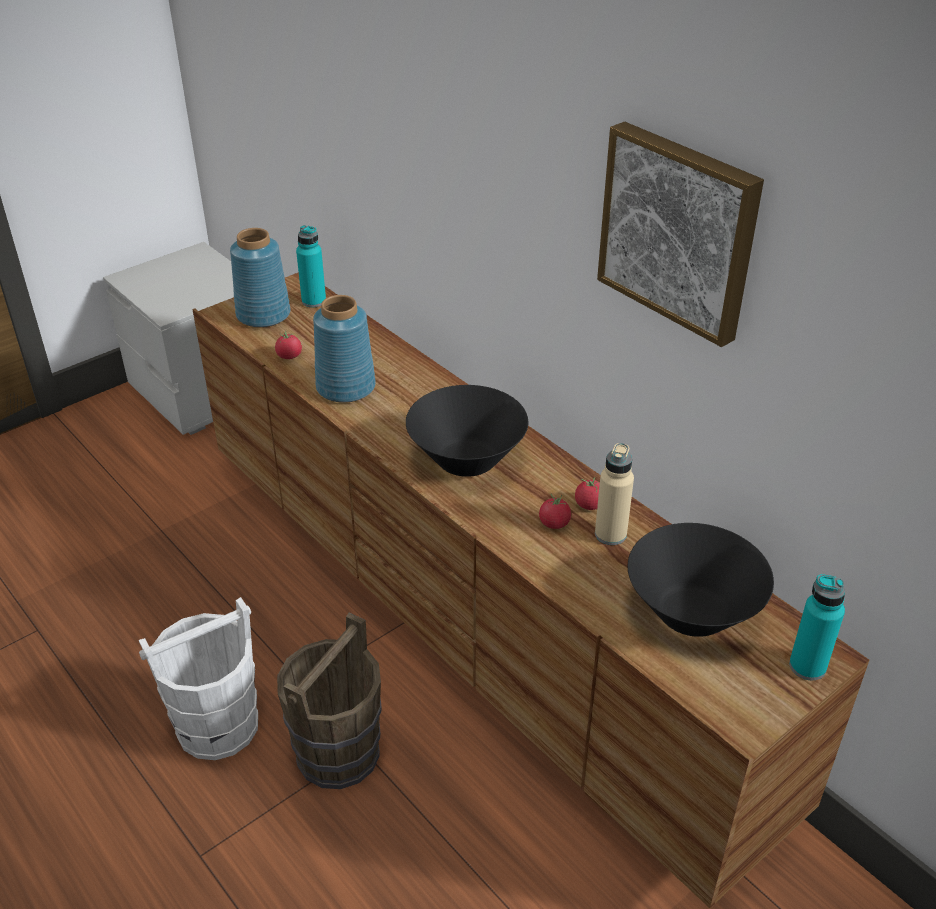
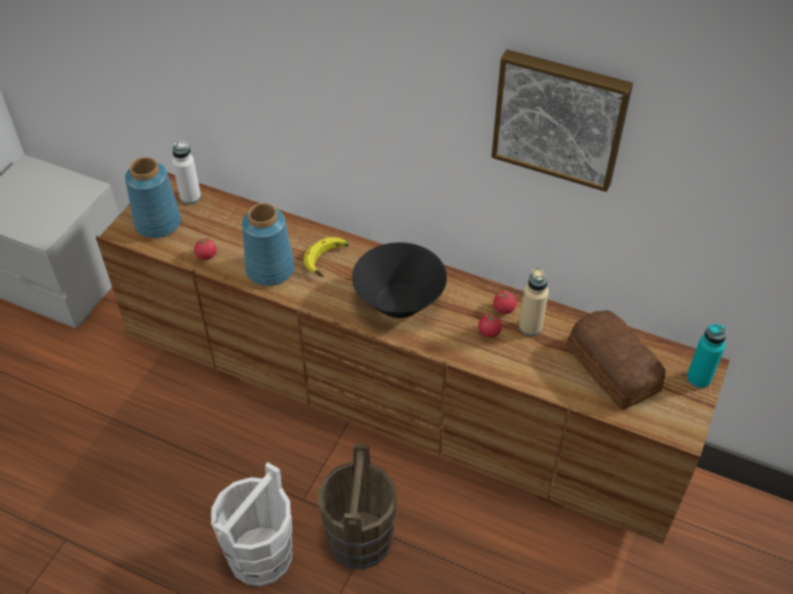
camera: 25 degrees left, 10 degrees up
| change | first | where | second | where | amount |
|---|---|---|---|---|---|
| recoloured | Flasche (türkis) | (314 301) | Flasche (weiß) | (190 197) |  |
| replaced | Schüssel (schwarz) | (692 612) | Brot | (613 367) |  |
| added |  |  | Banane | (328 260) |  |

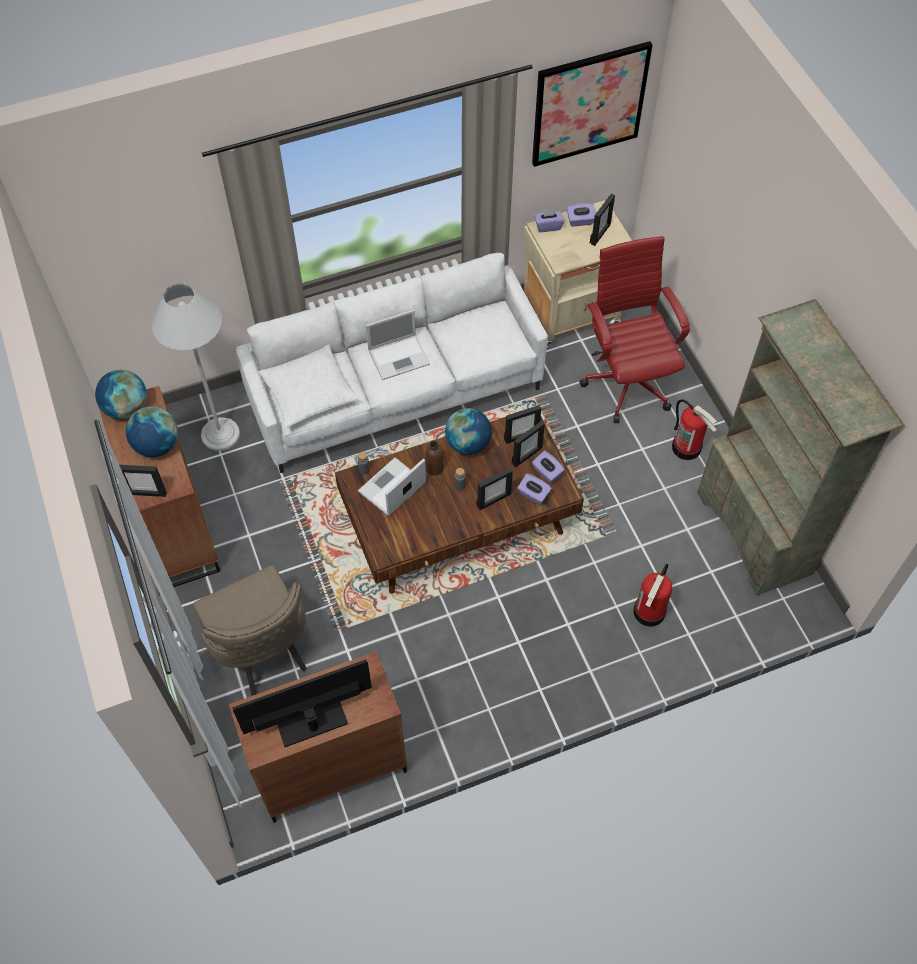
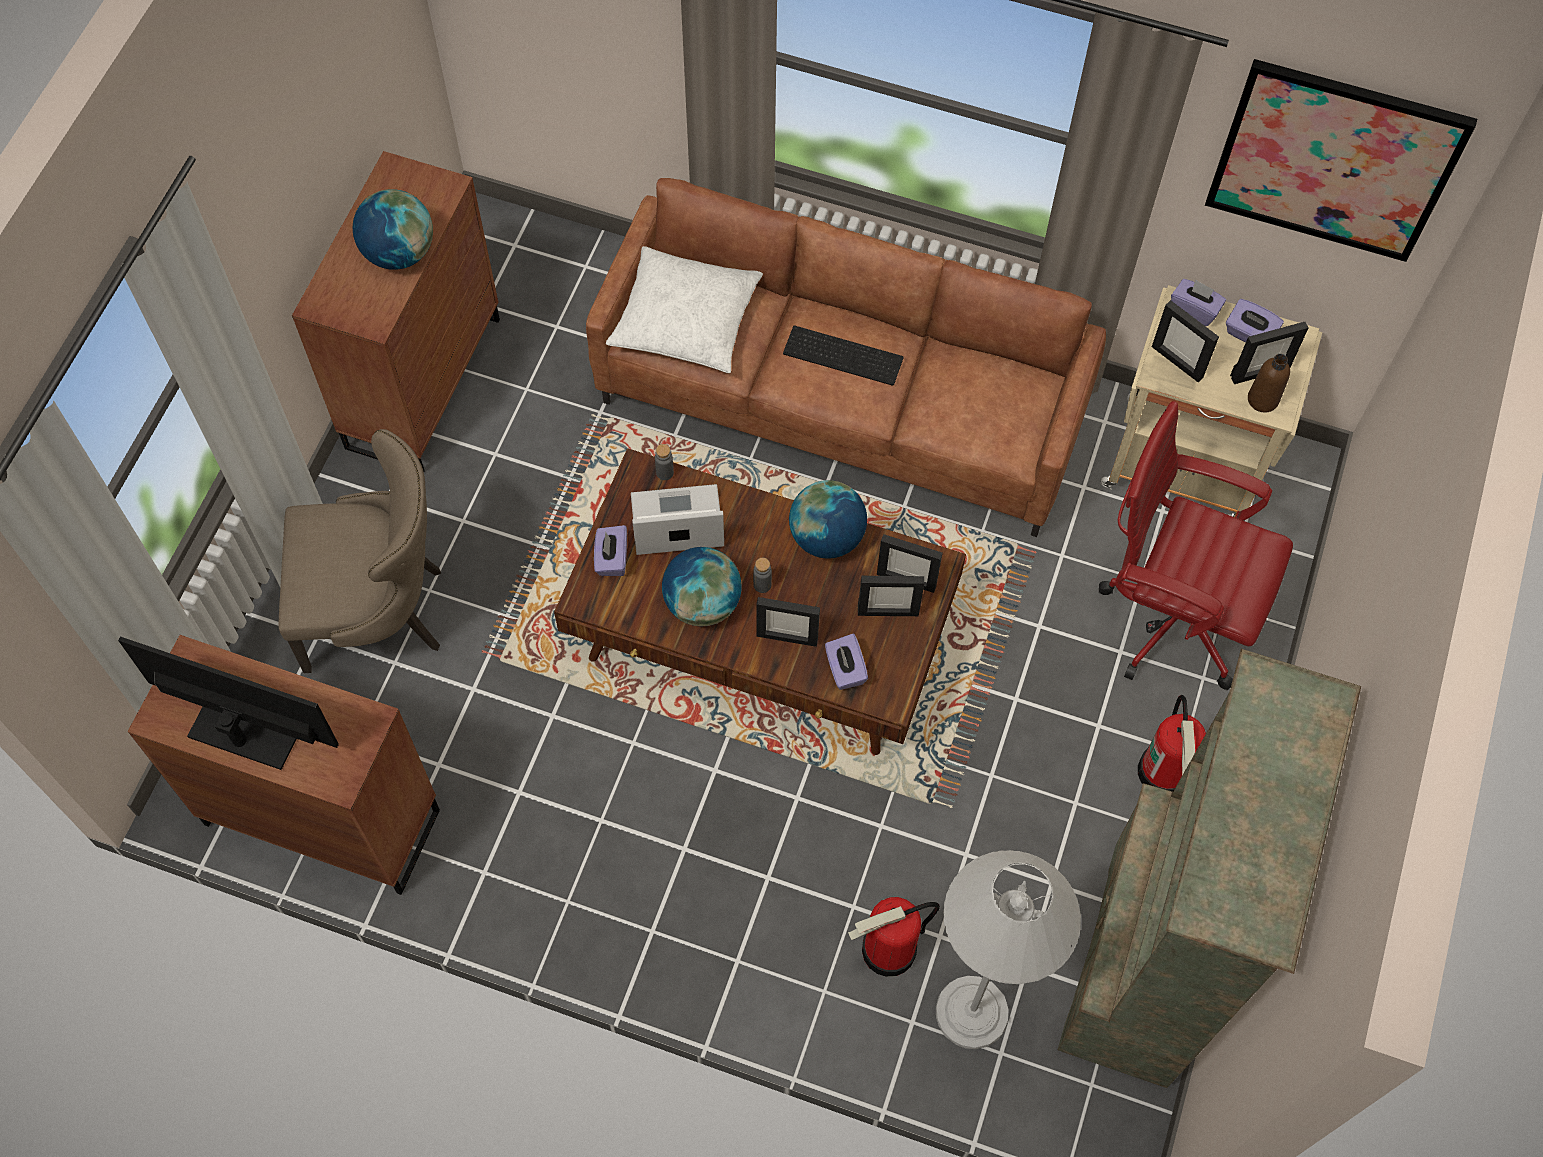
camera: 40 degrees right, 5 degrees up
| change | first | where | second | where | amount |
|---|---|---|---|---|---|
| turned | Bürostuhl (rot) | (626 382) |  | (1169 617) | 90 degrees counterclockwise |
| recoloured | Sofa (weiß) | (397 396) | Sofa (braun) | (839 410) |  |
| moved | Stehlampe (weiß) | (220 434) |  | (972 1012) |  |
| replaced | Laptop | (399 356) | Tastatur | (845 354) |  |
| moved | Globus | (127 408) |  | (702 603) |  |
| moved | Flasche (braun) | (434 468) |  | (1262 399) |  |
| moved | Taschentuchbox (lila) | (547 472) |  | (611 559) |  |
| moved | Bilderrahmen | (146 492) |  | (1178 361) |  |
| turned | Stuhl (beige) | (263 651) |  | (380 612) | 105 degrees counterclockwise |

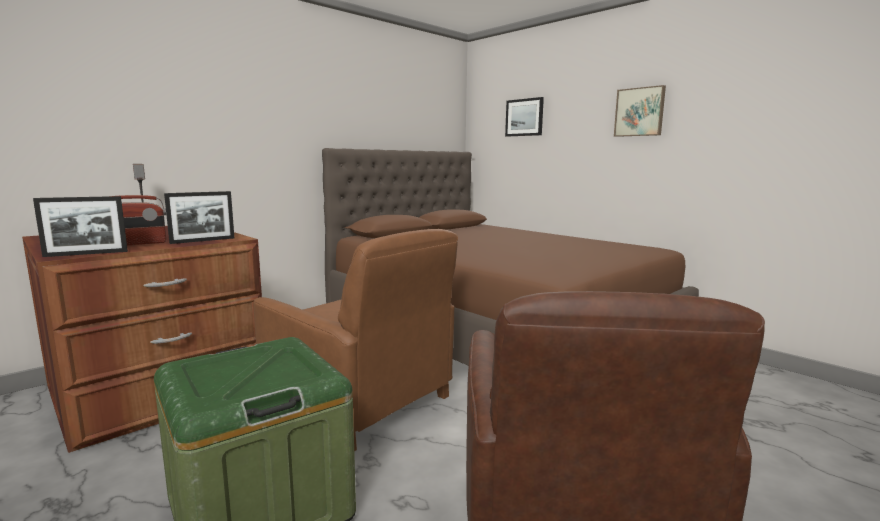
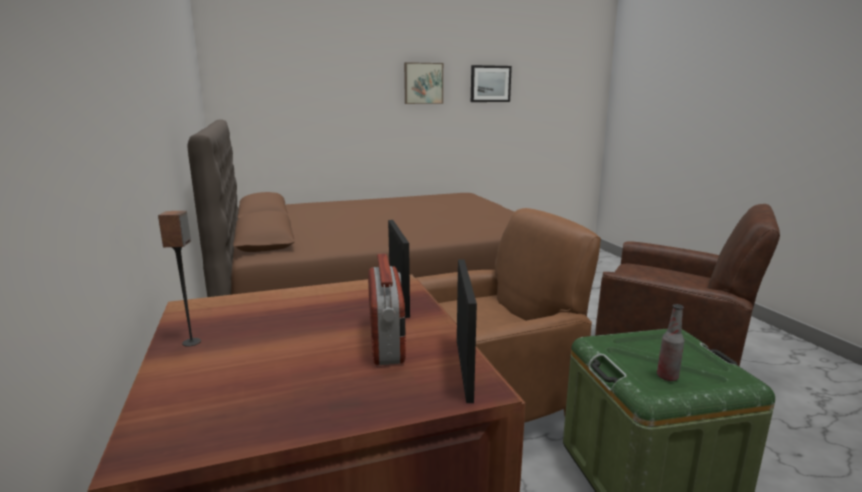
camera: 65 degrees left, 5 degrees up
| change | first | where | second | where | amount |
|---|---|---|---|---|---|
| moved | Bild | (524 117) |  | (490 84) |  |
| added |  |  | Flasche | (667 377) |  |

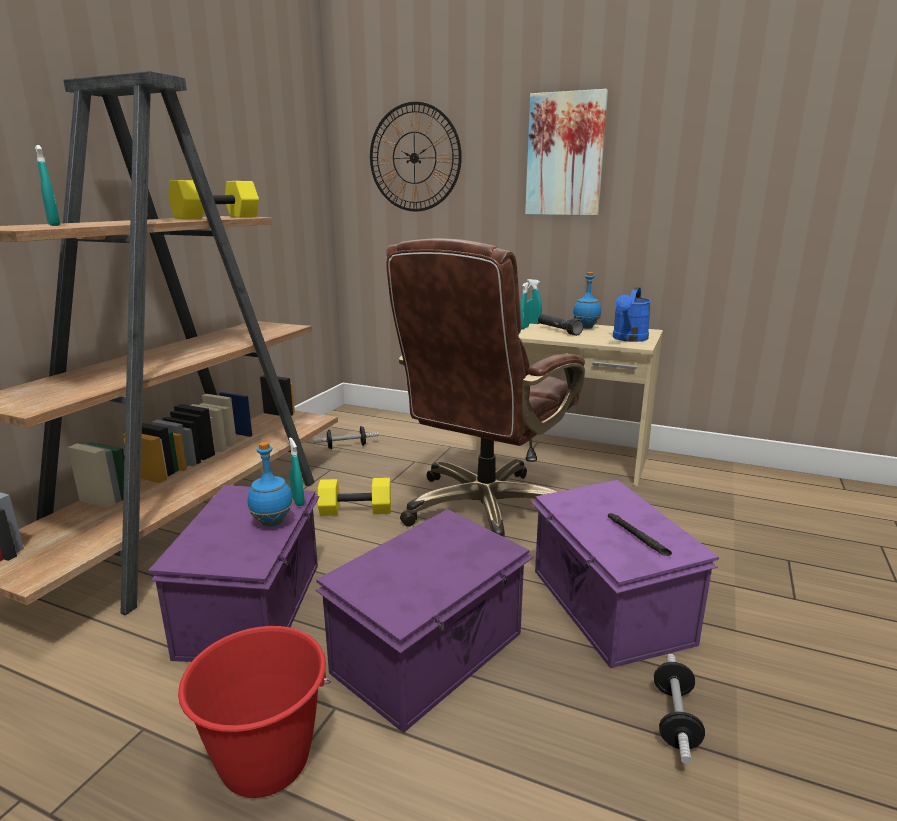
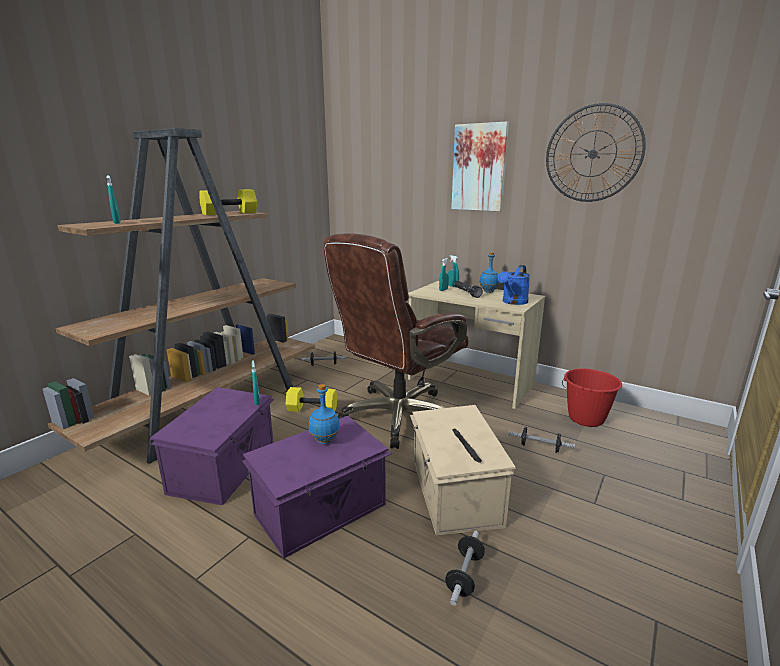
camera: 10 degrees right, 0 degrees up
| change | first | where | second | where | amount |
|---|---|---|---|---|---|
| moved | Wanduhr | (414 158) |  | (593 154) |  |
| moved | Flasche (blau) | (272 522) |  | (324 440) |  |
| recoloured | Aufbewahrungsbox (lila) | (608 606) | Aufbewahrungsbox (beige) | (453 493) |  |
| moved | Eimer (rot) | (265 762) |  | (586 419) |  |
| added |  |  | Hantel | (539 447) |  |

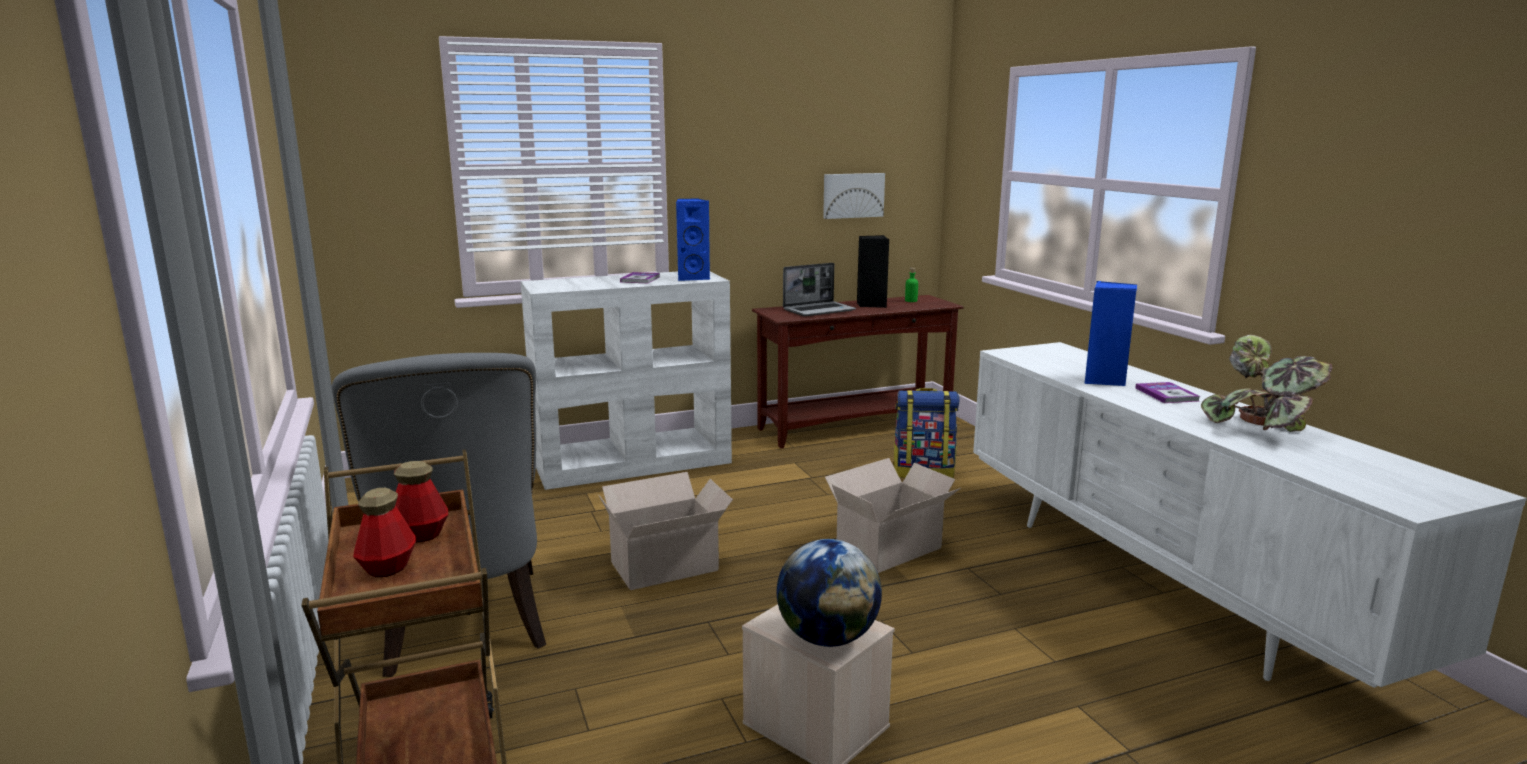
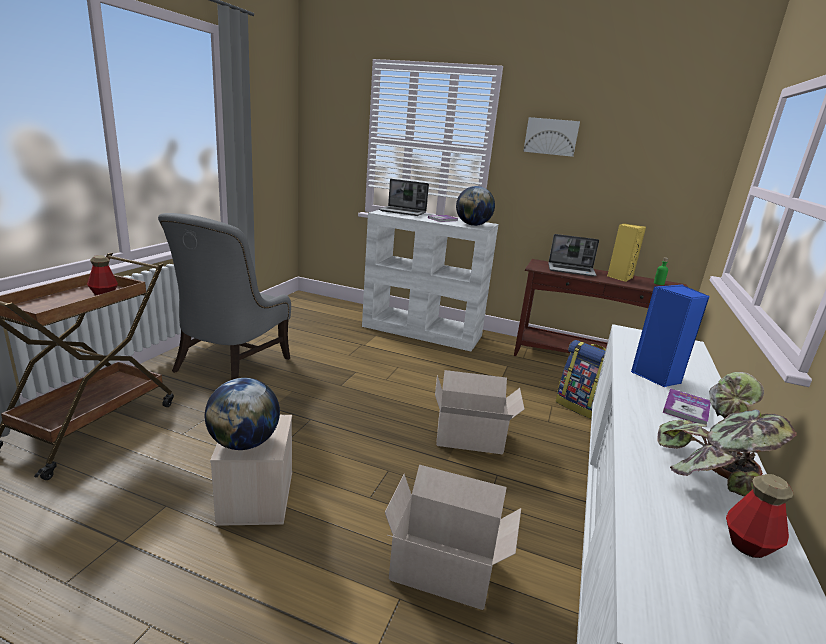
camera: 40 degrees right, 5 degrees up
| change | first | where | second | where | amount |
|---|---|---|---|---|---|
| moved | Bild | (852 195) |  | (551 136) |  |
| replaced | Lautsprecher (blau) | (692 278) | Globus | (472 225) |  |
| recoloured | Lautsprecher (schwarz) | (871 304) | Lautsprecher (gelb) | (619 277) |  |
| moved | Karton | (668 566) |  | (445 571) |  |
| moved | Flasche | (388 568) |  | (749 544) |  |
| added |  |  | Laptop | (403 212) |  |

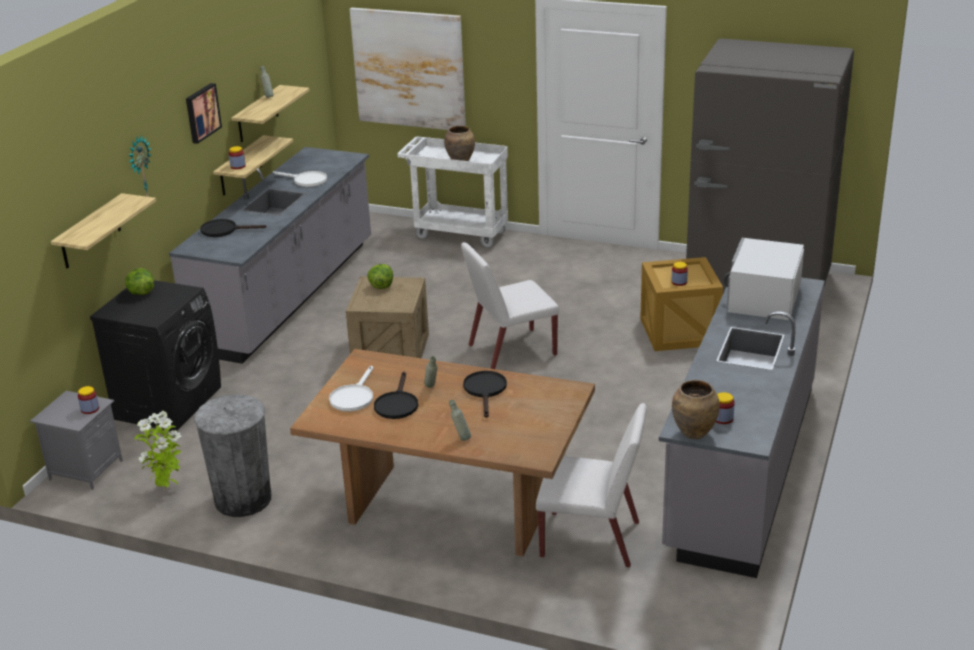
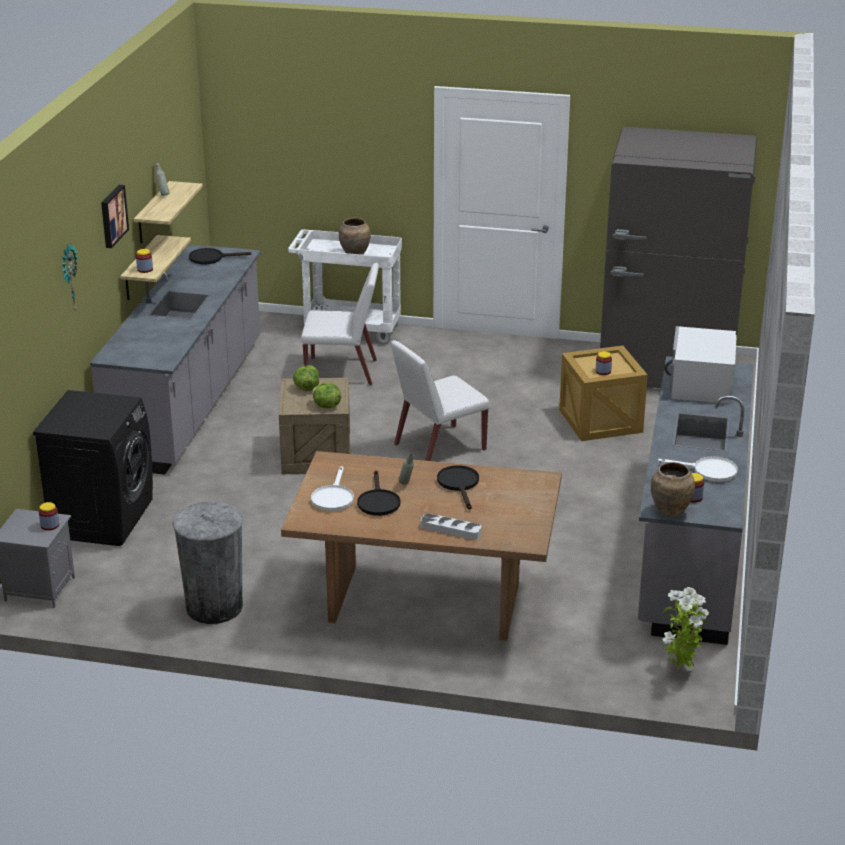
camera: 10 degrees left, 0 degrees up
| change | first | where | second | where | amount |
|---|---|---|---|---|---|
| removed | Bild | (409 69) |  |  |  |
| moved | Pfanne (weiß) | (306 180) |  | (708 471) |  |
| removed | Wandregal | (90 232) |  |  |  |
| moved | Pfanne (schwarz) | (224 230) |  | (211 258) |  |
| moved | Salatkopf | (141 293) |  | (326 406) |  |
| replaced | Flasche (grau) | (461 438) | Tablett (grau) | (450 529) |  |
| moved | Stuhl (weiß) | (591 539) |  | (342 371) |  |
| moved | Topfpflanze | (167 489) |  | (679 670) |  |

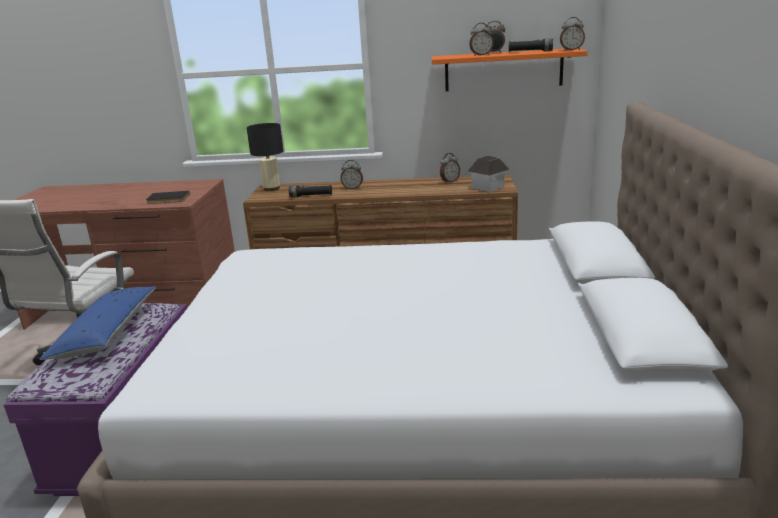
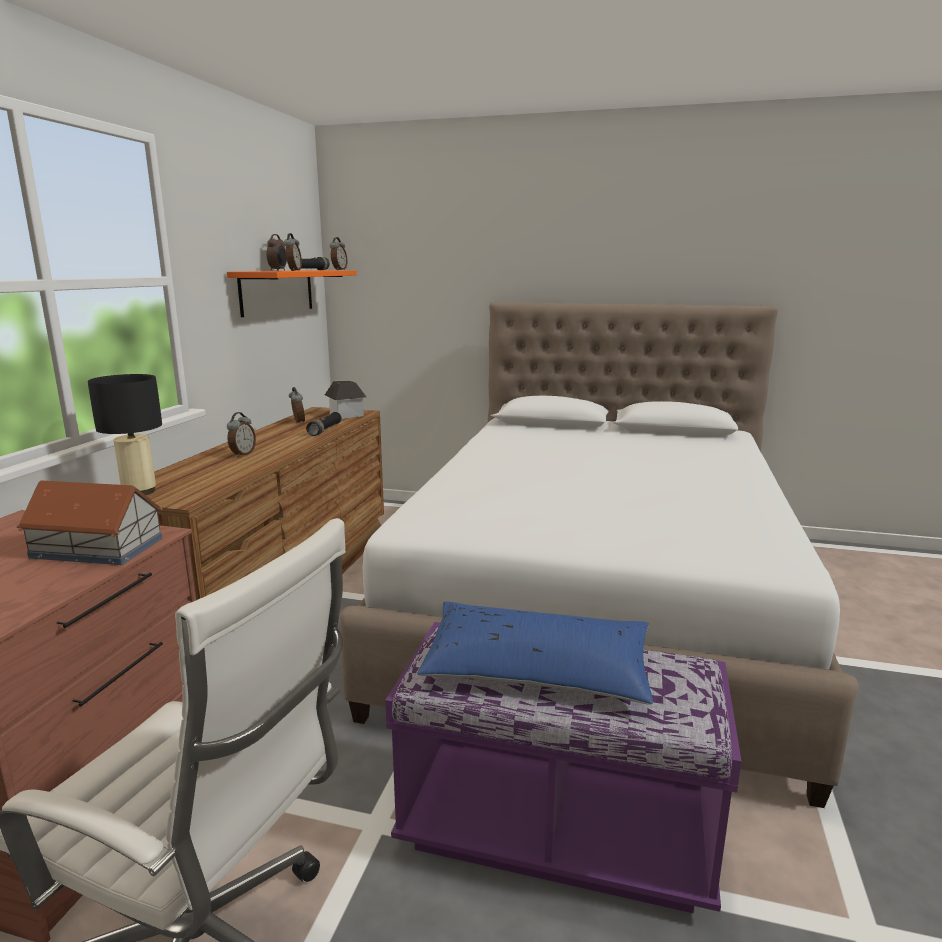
camera: 80 degrees left, 5 degrees down
| change | first | where | second | where | amount |
|---|---|---|---|---|---|
| moved | Taschenlampe (schwarz) | (311 196) |  | (325 430) |  |
| replaced | Buch (schwarz) | (168 199) | Spielzeughaus | (98 548) |  |

